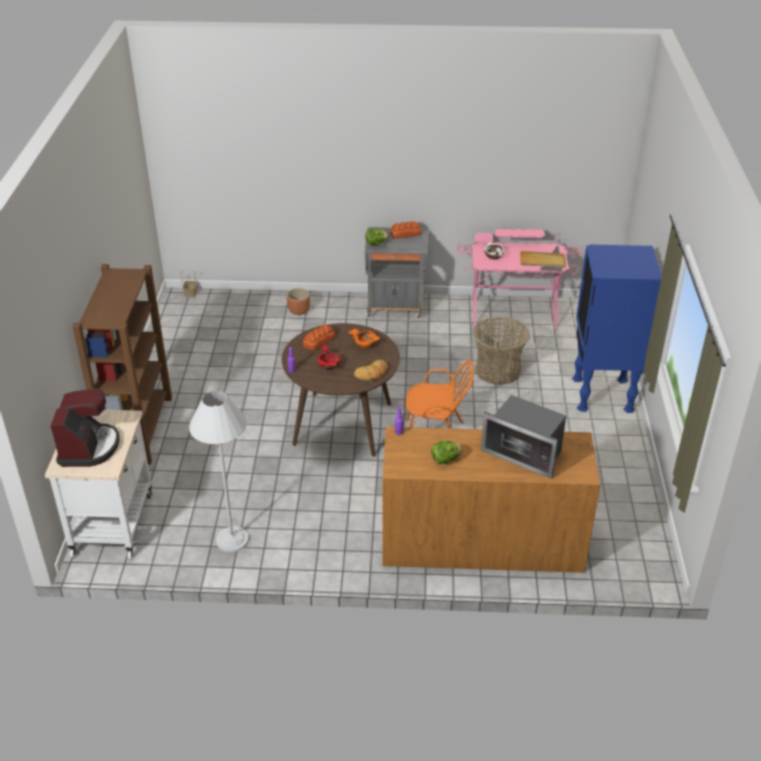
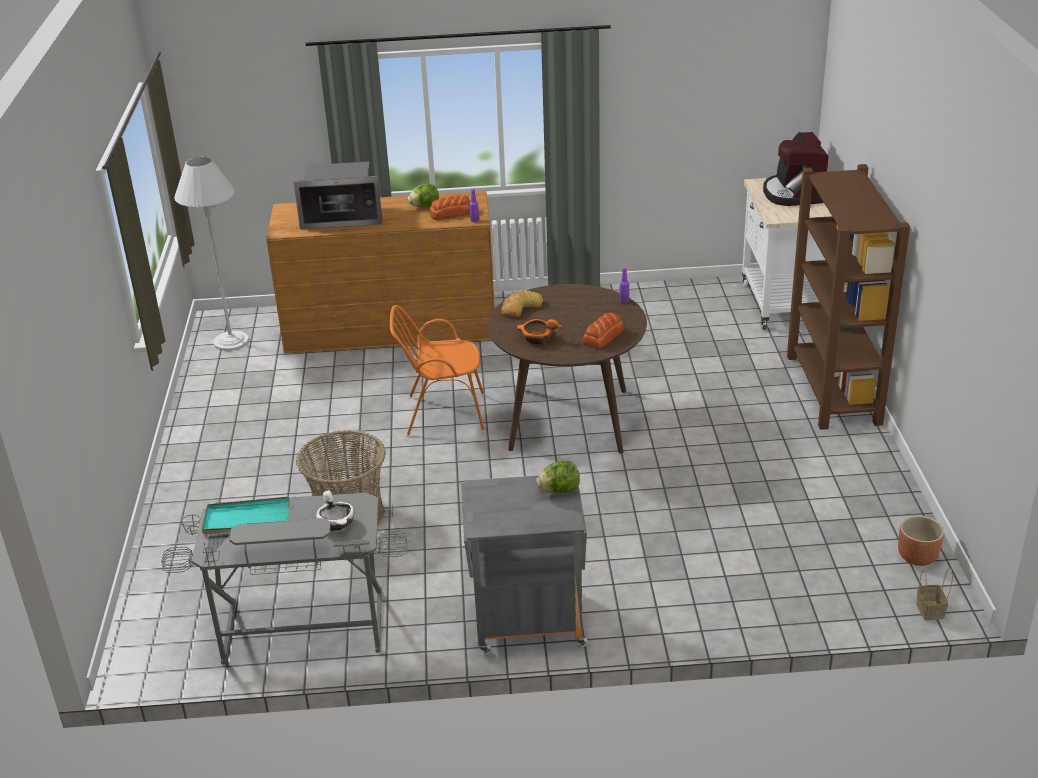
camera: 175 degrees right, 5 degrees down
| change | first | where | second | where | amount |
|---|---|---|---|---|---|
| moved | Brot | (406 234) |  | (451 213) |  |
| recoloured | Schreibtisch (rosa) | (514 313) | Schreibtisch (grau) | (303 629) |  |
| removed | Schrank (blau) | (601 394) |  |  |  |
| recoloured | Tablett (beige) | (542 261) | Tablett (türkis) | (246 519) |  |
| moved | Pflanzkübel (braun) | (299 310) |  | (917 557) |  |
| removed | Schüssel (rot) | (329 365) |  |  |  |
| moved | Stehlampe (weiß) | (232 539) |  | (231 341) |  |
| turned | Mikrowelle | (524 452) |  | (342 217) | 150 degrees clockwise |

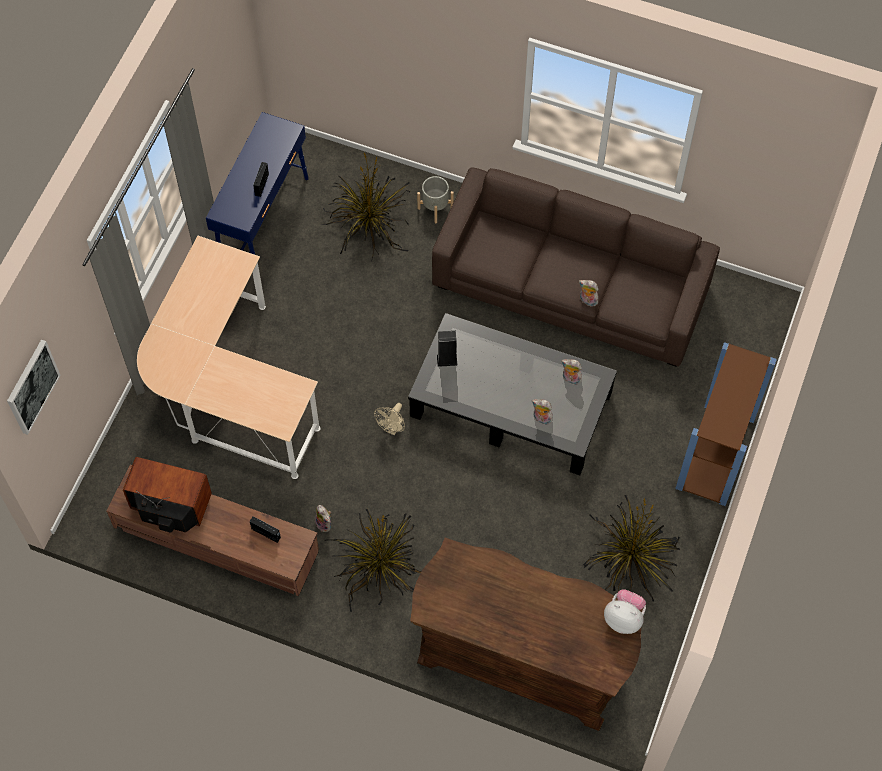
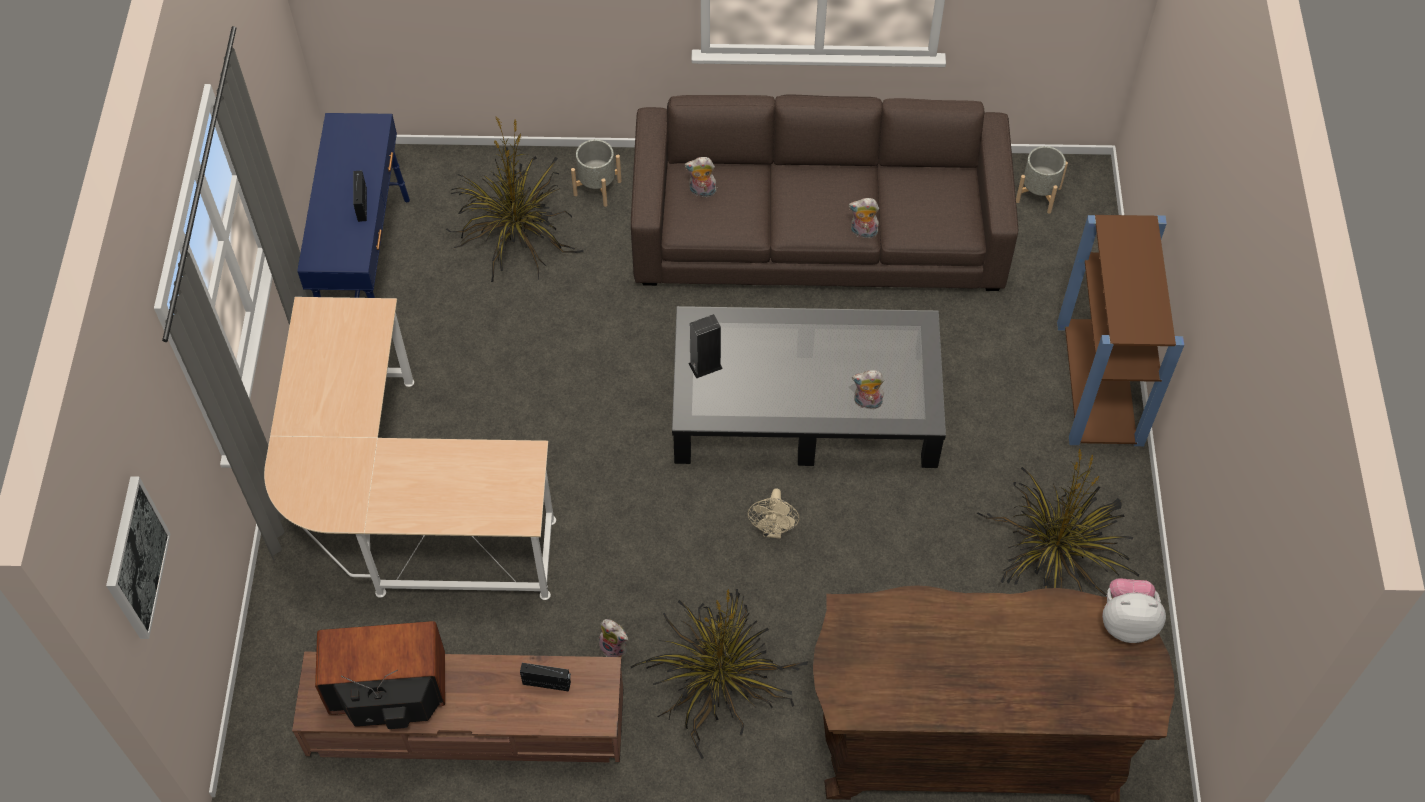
camera: 20 degrees left, 5 degrees down
| change | first | where | second | where | amount |
|---|---|---|---|---|---|
| moved | Plüschtier | (570 379) |  | (701 192) |  |
| moved | Ventilator (beige) | (392 428) |  | (773 530) |  |
| added |  |  | Pflanzkübel (grau) | (1038 194) |  |

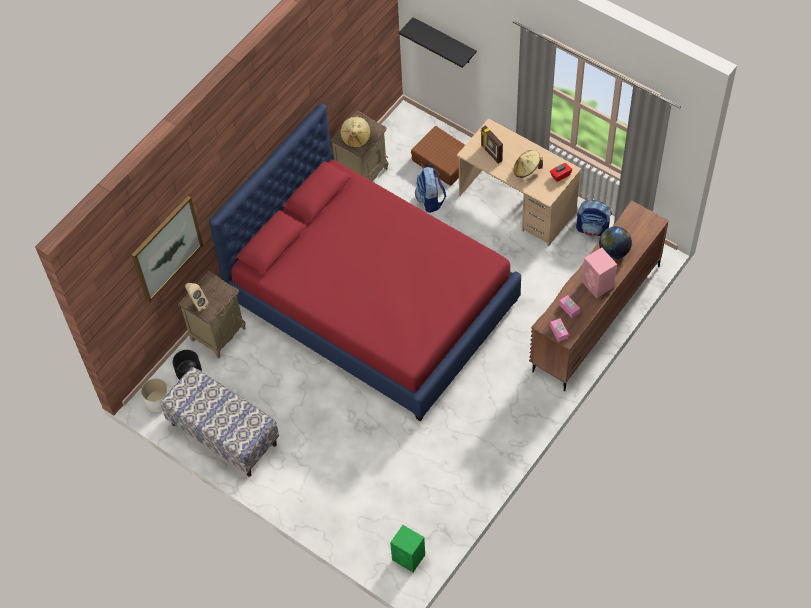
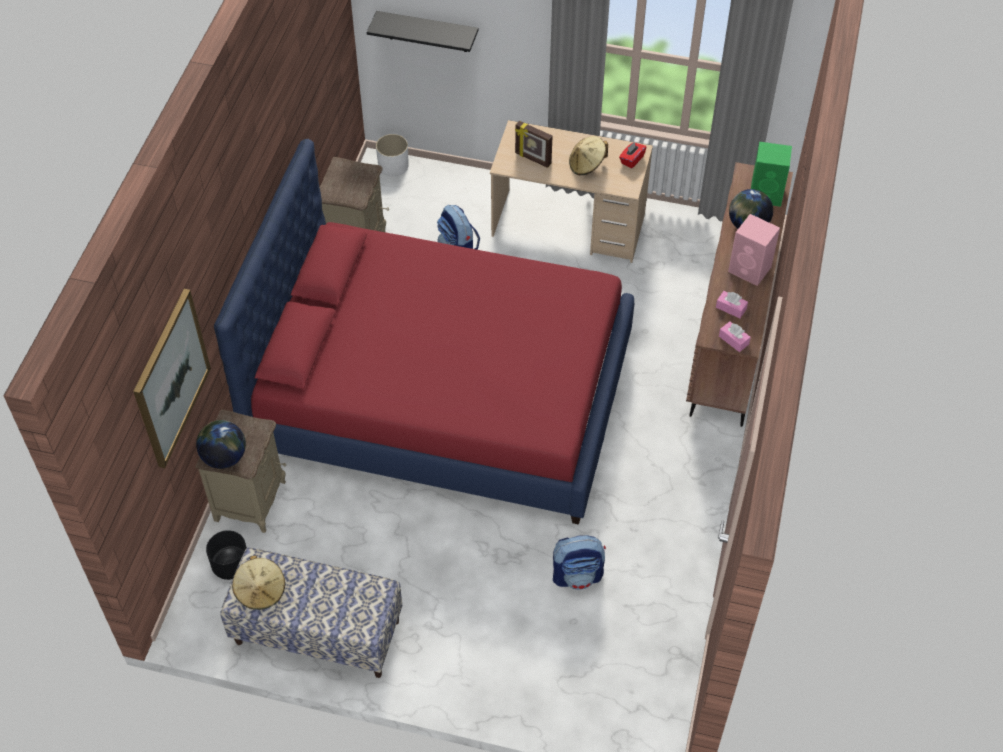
camera: 25 degrees left, 5 degrees down
| change | first | where | second | where | amount |
|---|---|---|---|---|---|
| moved | Hut (beige) | (356 138) |  | (261 591) |  |
| removed | Koffer (braun) | (443 161) |  |  |  |
| moved | Rucksack | (593 229) |  | (577 575) |  |
| replaced | Lautsprecher (beige) | (197 304) | Globus | (224 457) |  |
| moved | Pflanzkübel (weiß) | (158 401) |  | (393 166) |  |
| moved | Lautsprecher (grün) | (409 557) |  | (767 194) |  |

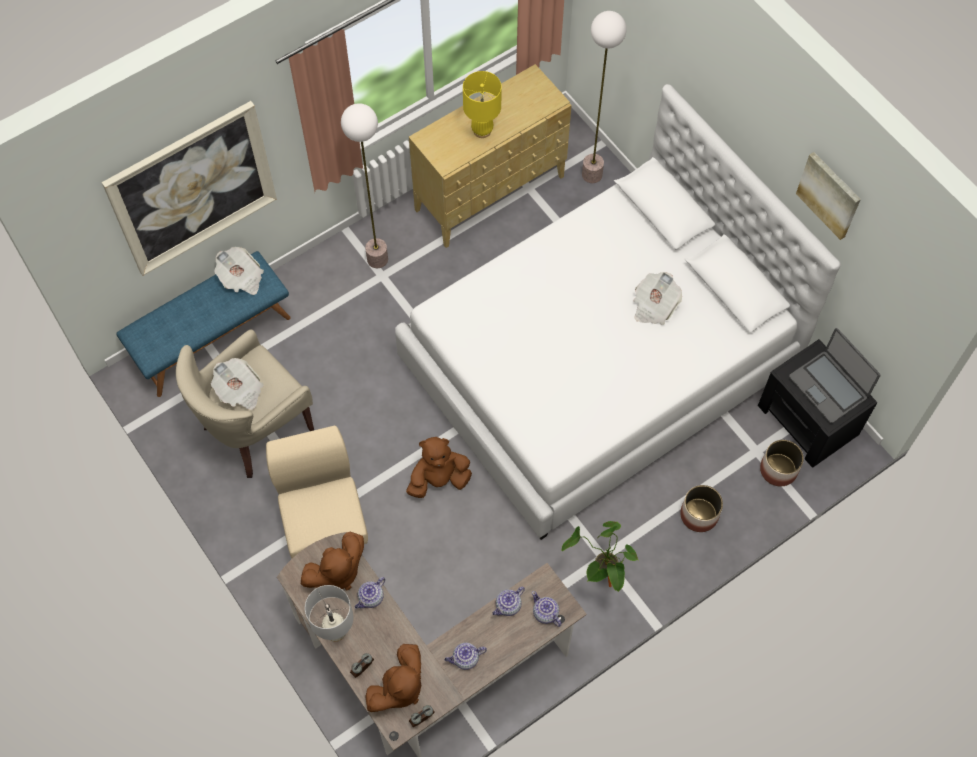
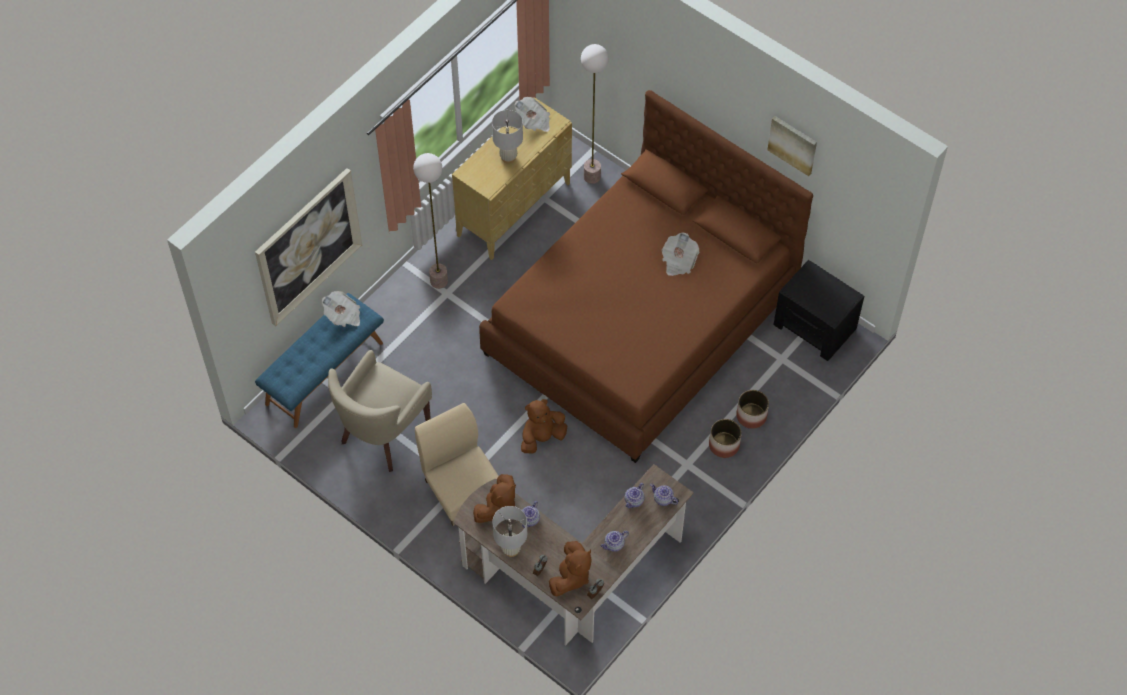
camera: 15 degrees left, 5 degrees down
| change | first | where | second | where | amount |
|---|---|---|---|---|---|
| recoloured | Tischlampe (gelb) | (482 130) | Tischlampe (weiß) | (508 157) |  |
| recoloured | Bett (weiß) | (598 363) | Bett (braun) | (641 321) |  |
| removed | Laptop | (828 387) |  |  |  |
| moved | Zeitung | (239 391) |  | (533 121) |  |
| moved | Pflanzkübel | (778 469) |  | (724 444) |  |
| removed | Topfpflanze | (599 581) |  |  |  |

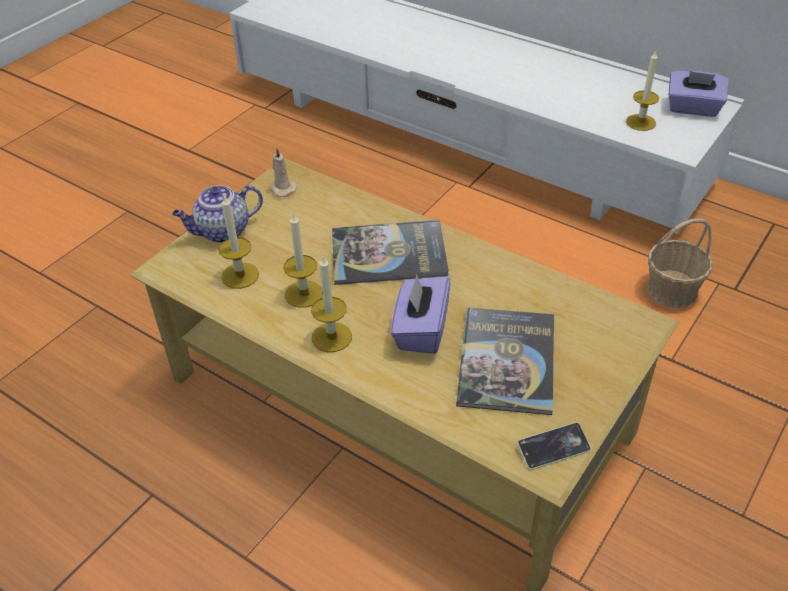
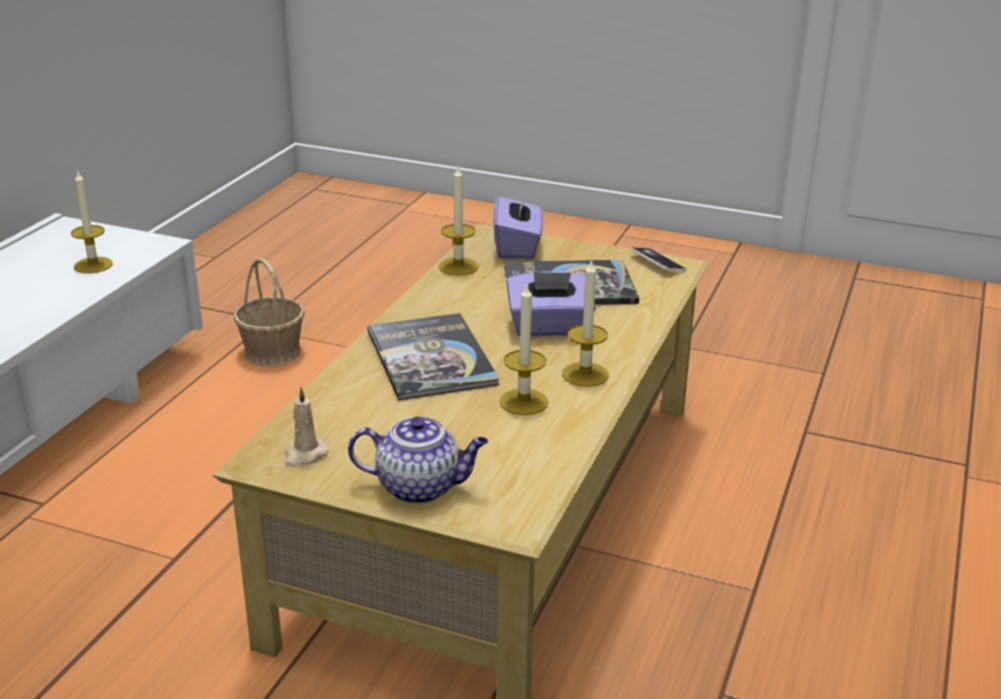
camera: 105 degrees left, 15 degrees down
| change | first | where | second | where | amount |
|---|---|---|---|---|---|
| moved | Taschentuchbox (lila) | (693 108) |  | (517 247) |  |
| turned | Teekanne | (222 232) |  | (420 487) | 45 degrees counterclockwise |
| moved | Kerze | (240 275) |  | (458 266) |  |

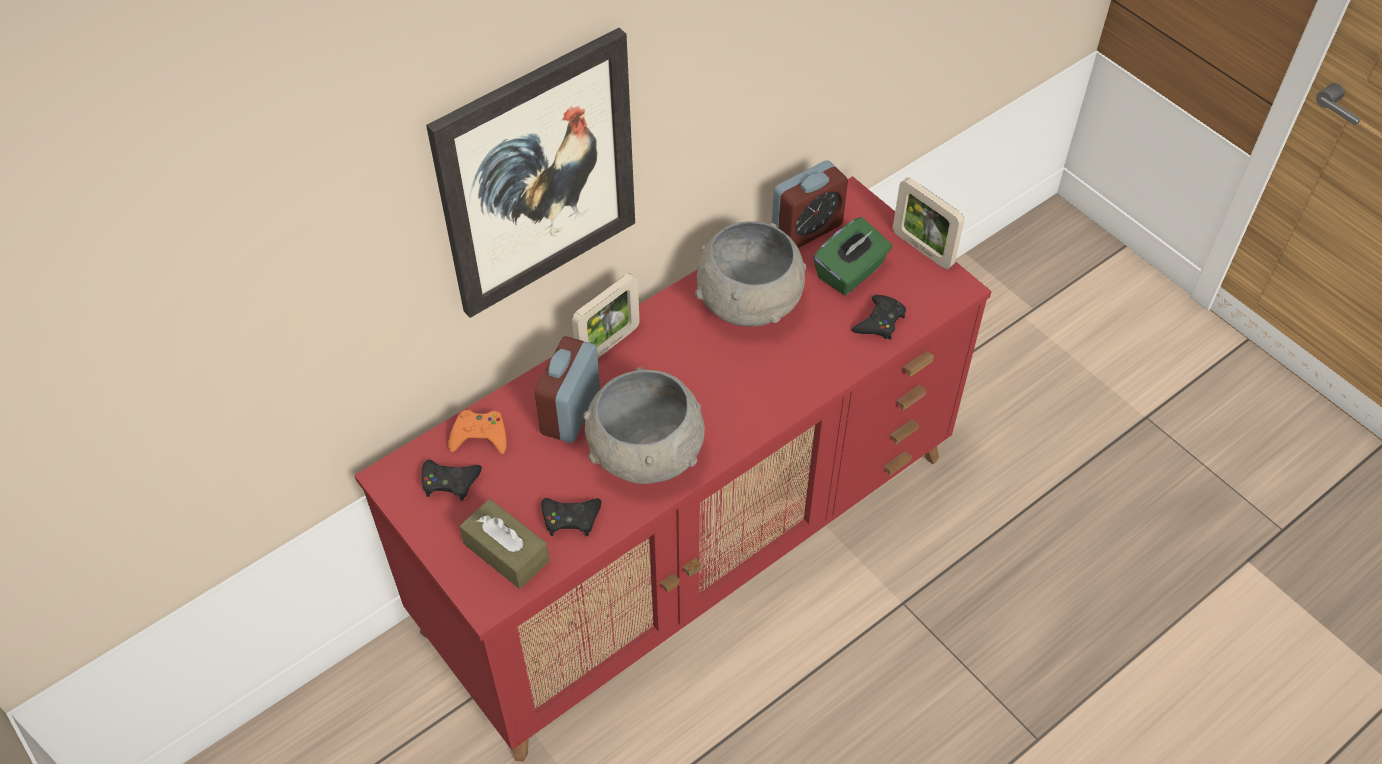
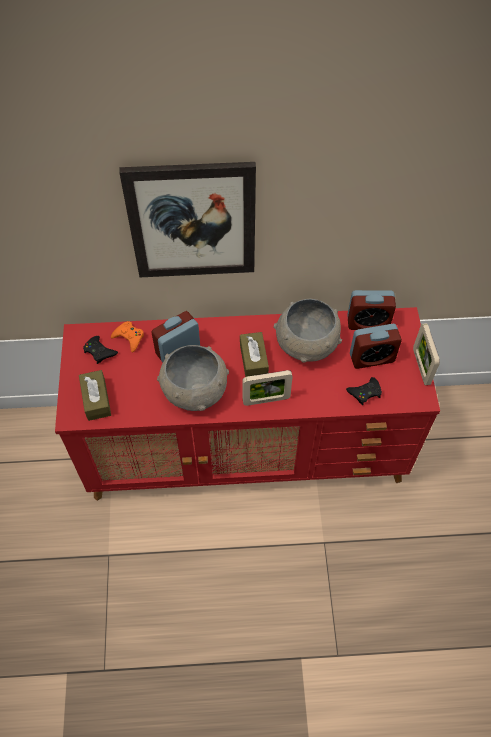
camera: 35 degrees right, 5 degrees up
| change | first | where | second | where | amount |
|---|---|---|---|---|---|
| replaced | Taschentuchbox (grün) | (850 272) | Wecker | (371 358) |  |
| moved | Bilderrahmen | (608 345) |  | (266 400) |  |
| removed | Gamepad (schwarz) | (570 518) |  |  |  |
| added |  |  | Taschentuchbox (braun) | (253 360) |  |

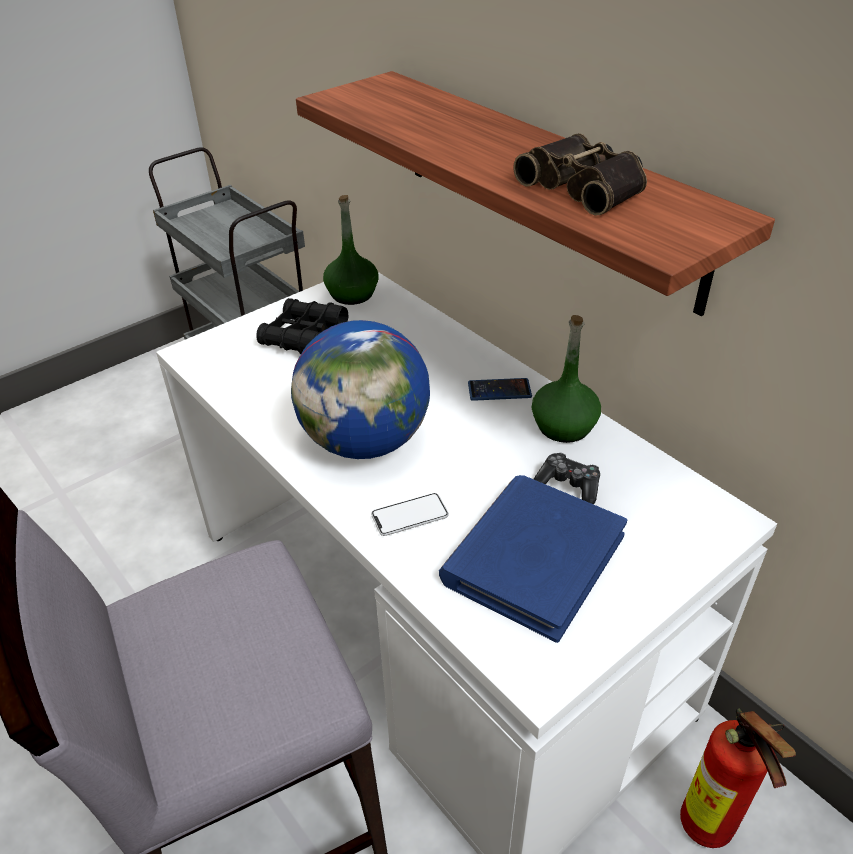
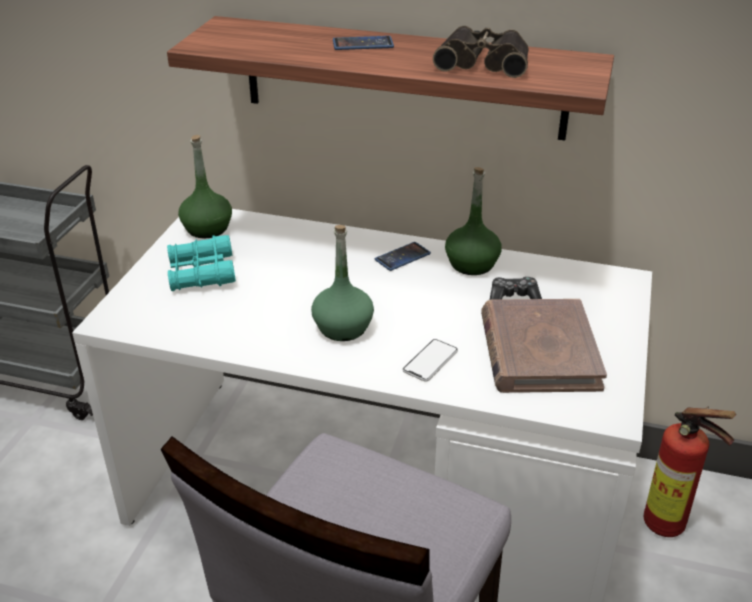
camera: 35 degrees left, 5 degrees down
| change | first | where | second | where | amount |
|---|---|---|---|---|---|
| recoloured | Fernglas (schwarz) | (303 336) | Fernglas (türkis) | (201 273) |  |
| replaced | Globus | (366 441) | Flasche (grün) | (342 327) |  |
| recoloured | Buch (blau) | (533 558) | Buch (braun) | (538 351) |  |
| added |  |  | Handy | (363 44) |  |

